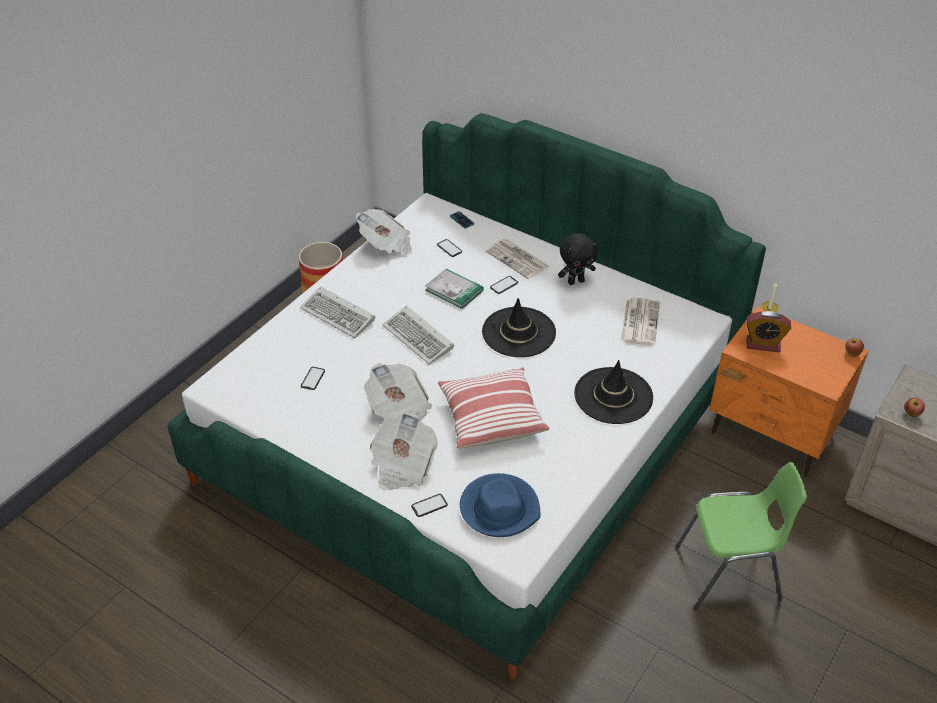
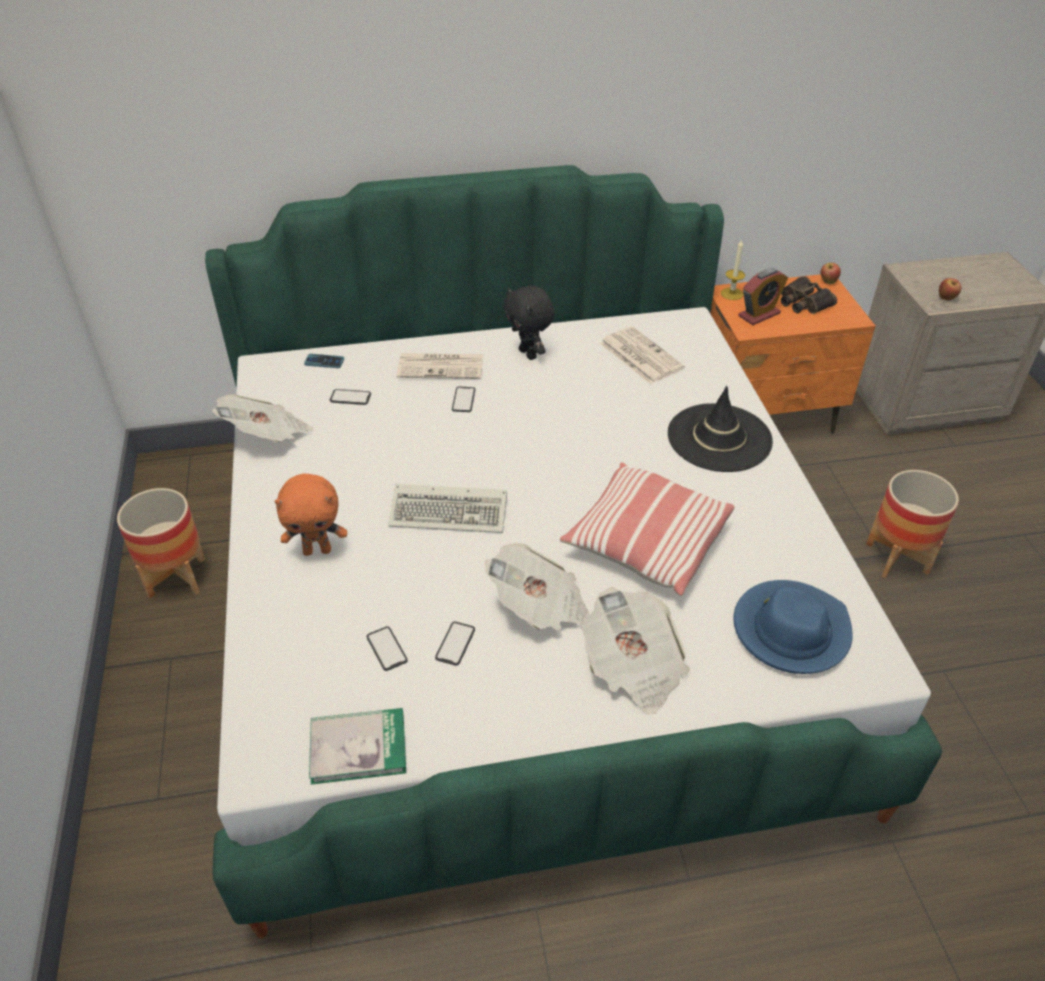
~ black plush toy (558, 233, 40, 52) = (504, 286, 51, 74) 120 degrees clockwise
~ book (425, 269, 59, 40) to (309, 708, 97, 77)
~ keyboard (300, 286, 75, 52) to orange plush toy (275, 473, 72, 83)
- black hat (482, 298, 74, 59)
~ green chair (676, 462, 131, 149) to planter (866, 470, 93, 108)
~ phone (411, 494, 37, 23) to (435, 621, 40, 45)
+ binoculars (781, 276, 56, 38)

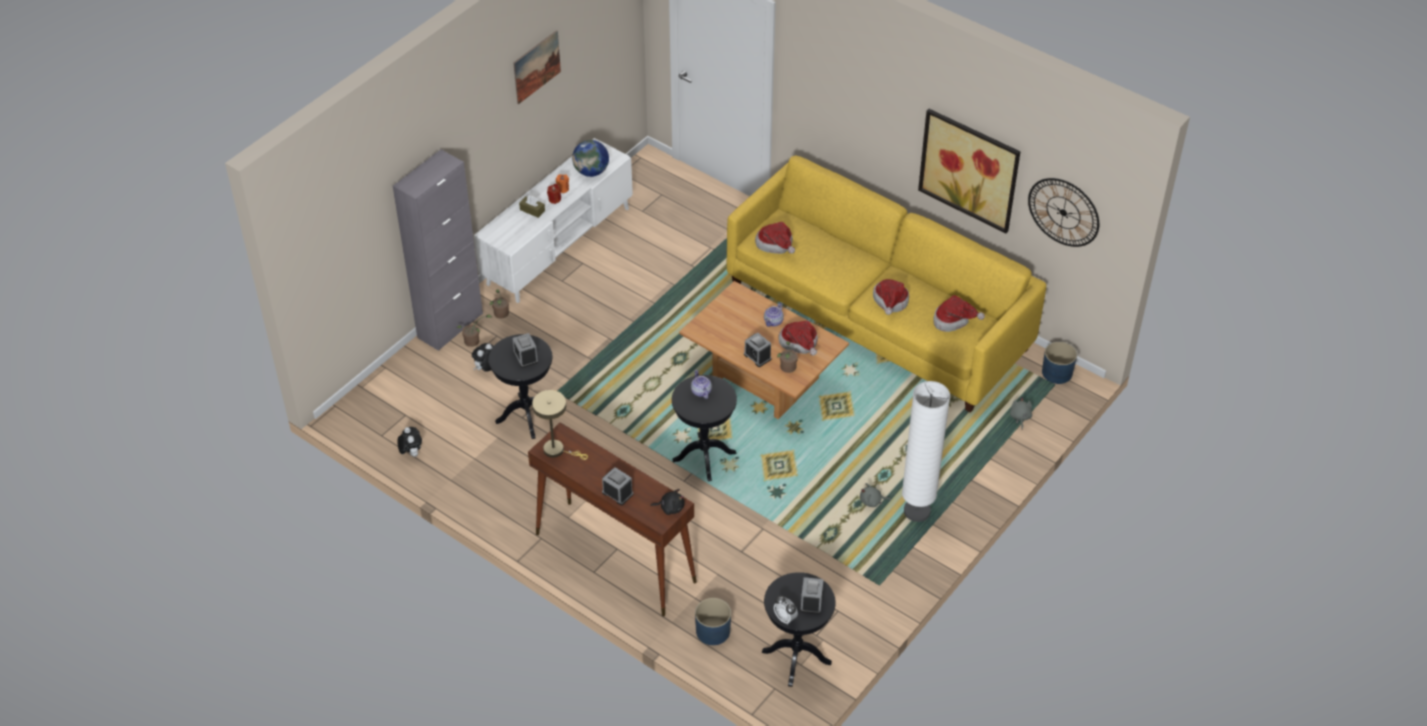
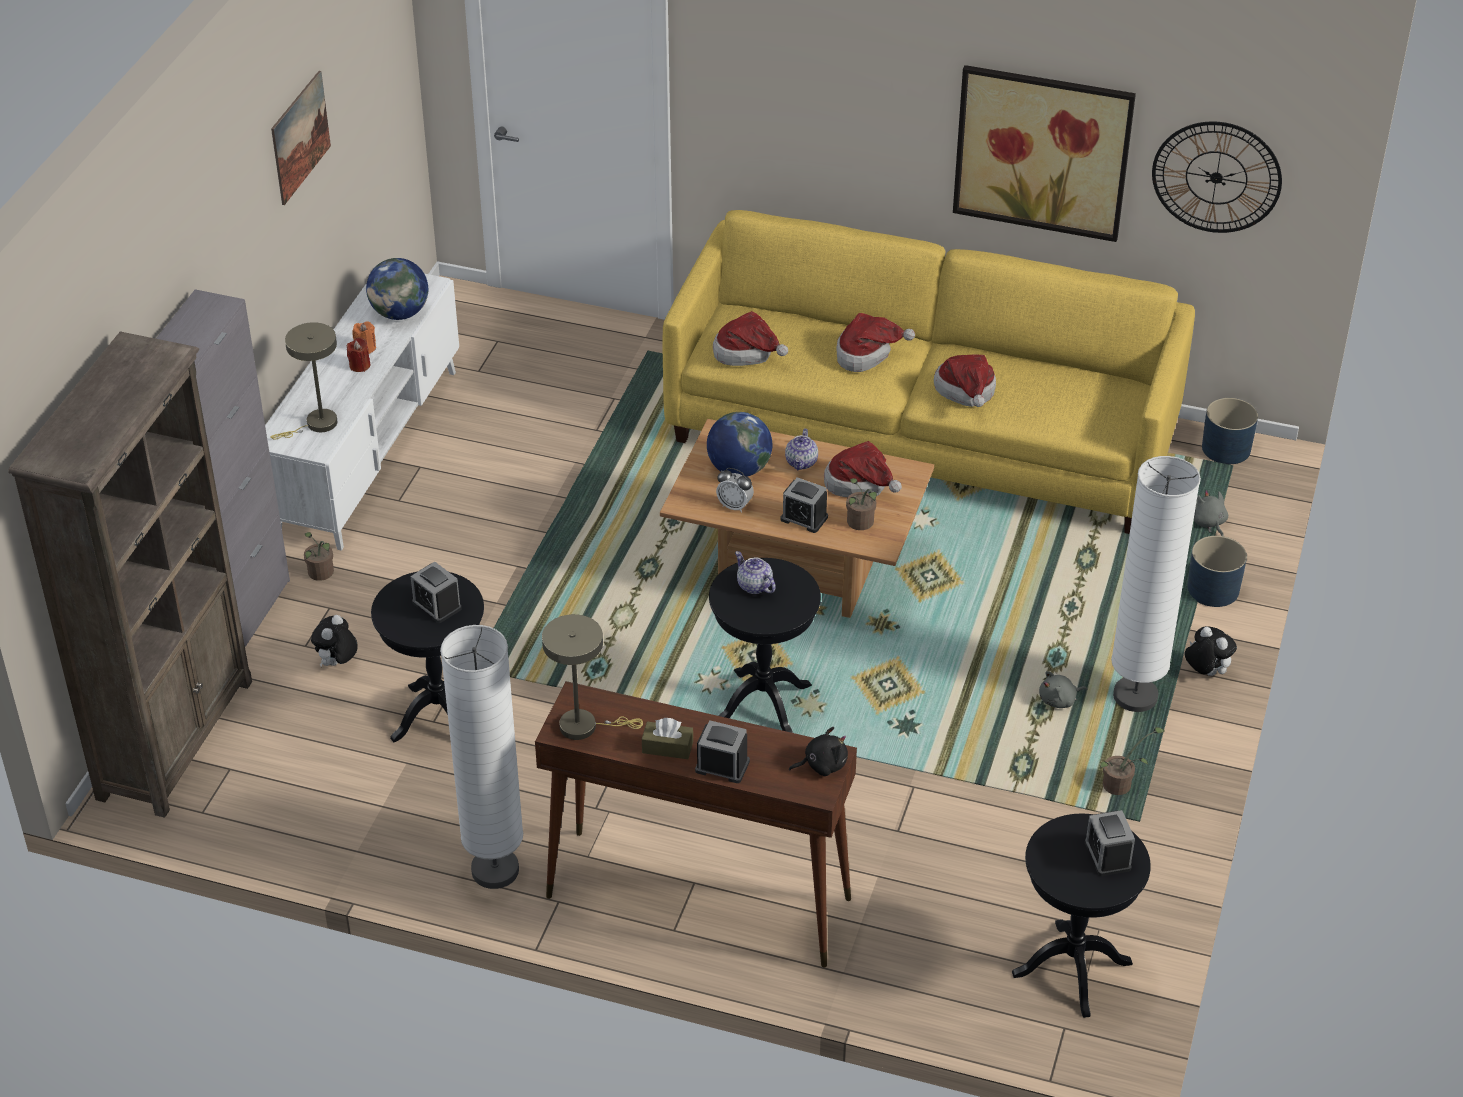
~ brown tissue box (519, 196, 26, 22) to (642, 718, 51, 41)
~ hat (933, 295, 52, 37) to (836, 313, 79, 59)
~ potted plant (457, 314, 36, 33) to (1100, 727, 64, 68)
~ plush toy (397, 427, 25, 30) to (1185, 626, 52, 50)
~ alarm clock (774, 596, 24, 29) to (716, 468, 38, 45)
~ blue planter (695, 598, 36, 47) to (1187, 536, 60, 71)
+ beige table lamp (270, 322, 67, 118)
+ brown bookcase (8, 332, 244, 486)
+ globe (707, 412, 65, 65)
+ white floor lamp (440, 625, 83, 264)

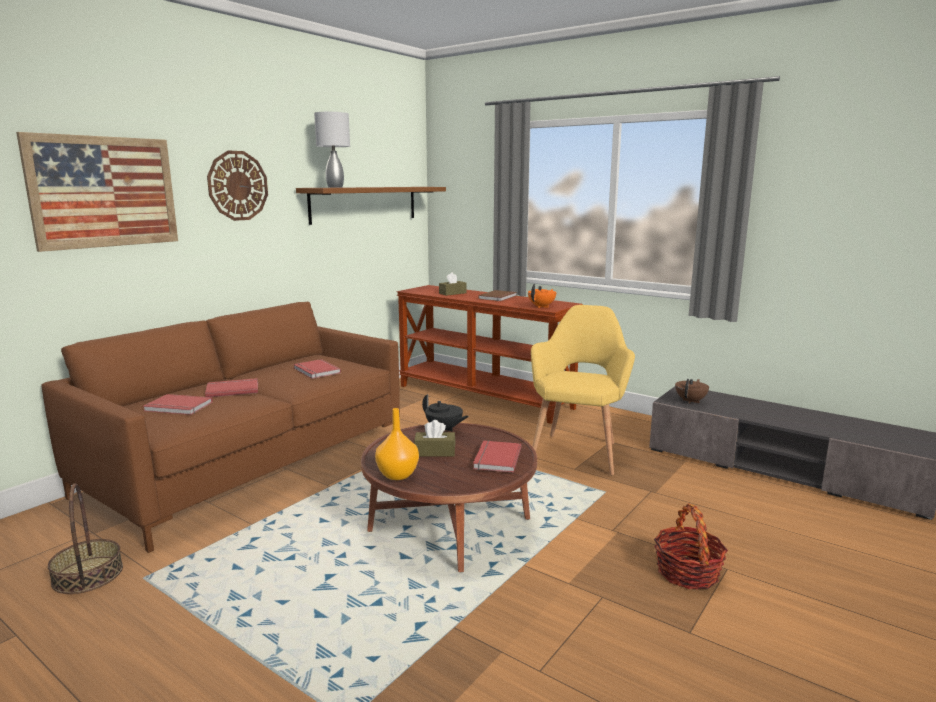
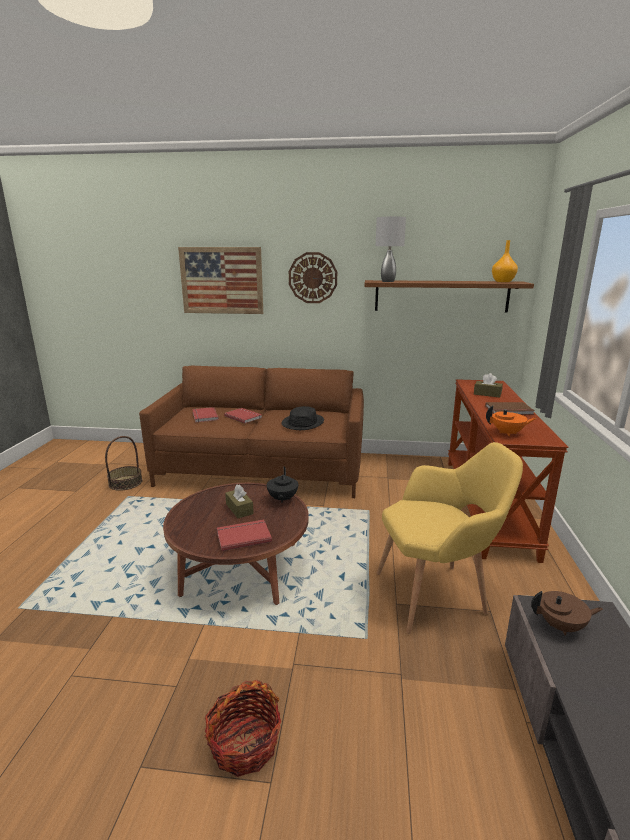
~ red book (293, 359, 48, 20) to black hat (282, 406, 42, 24)
~ orange vase (375, 408, 44, 72) to (492, 240, 26, 42)

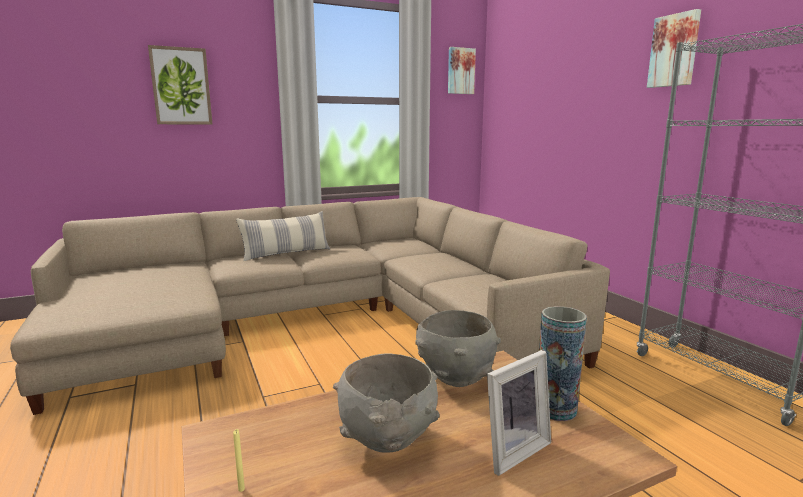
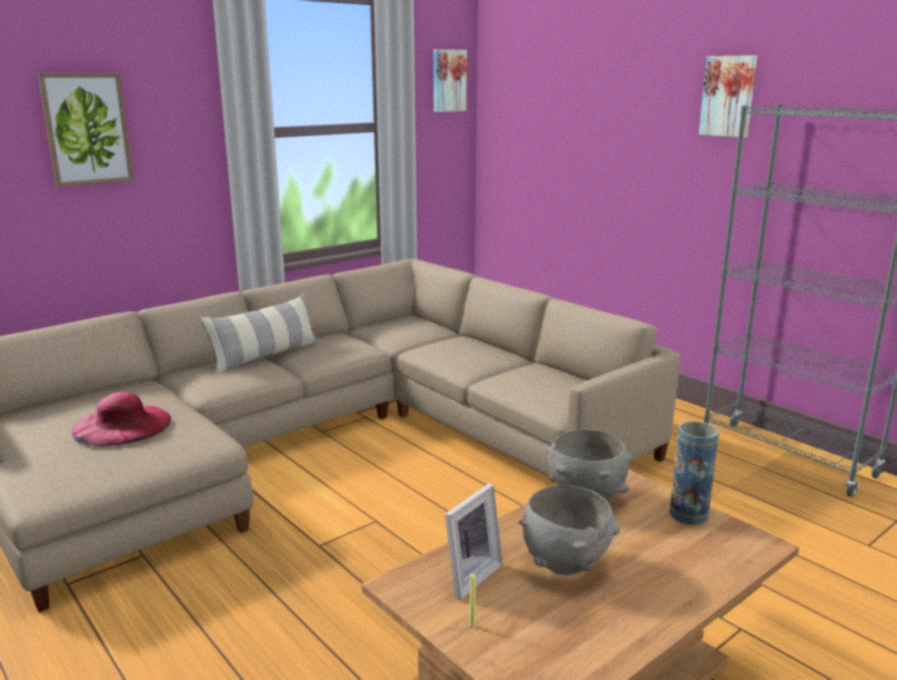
~ picture frame (487, 350, 64, 126) to (445, 483, 58, 117)
+ pink hat (72, 392, 100, 54)

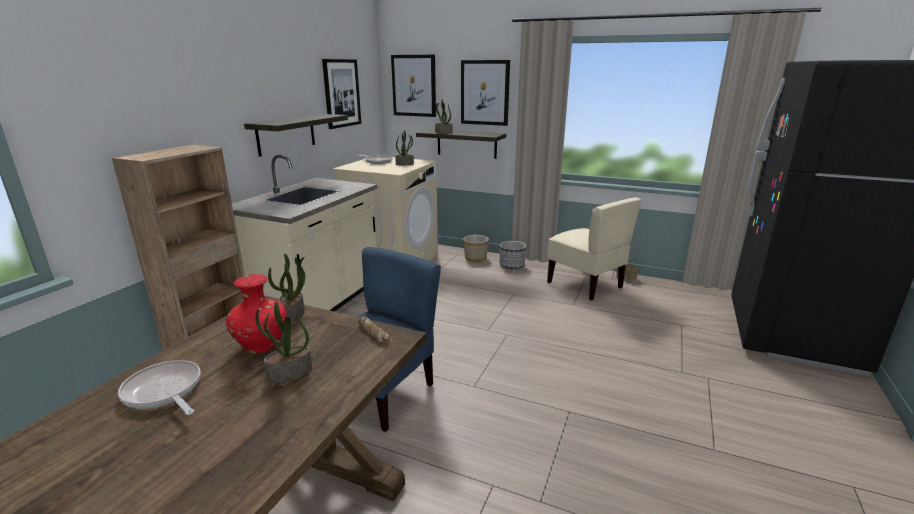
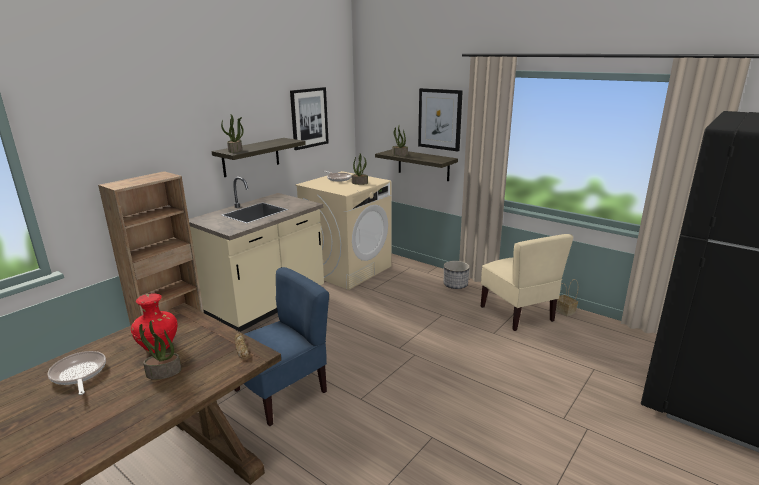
- picture (391, 55, 45, 62)
- planter (463, 235, 26, 27)
~ potted plant (268, 254, 37, 68) to (221, 114, 23, 39)

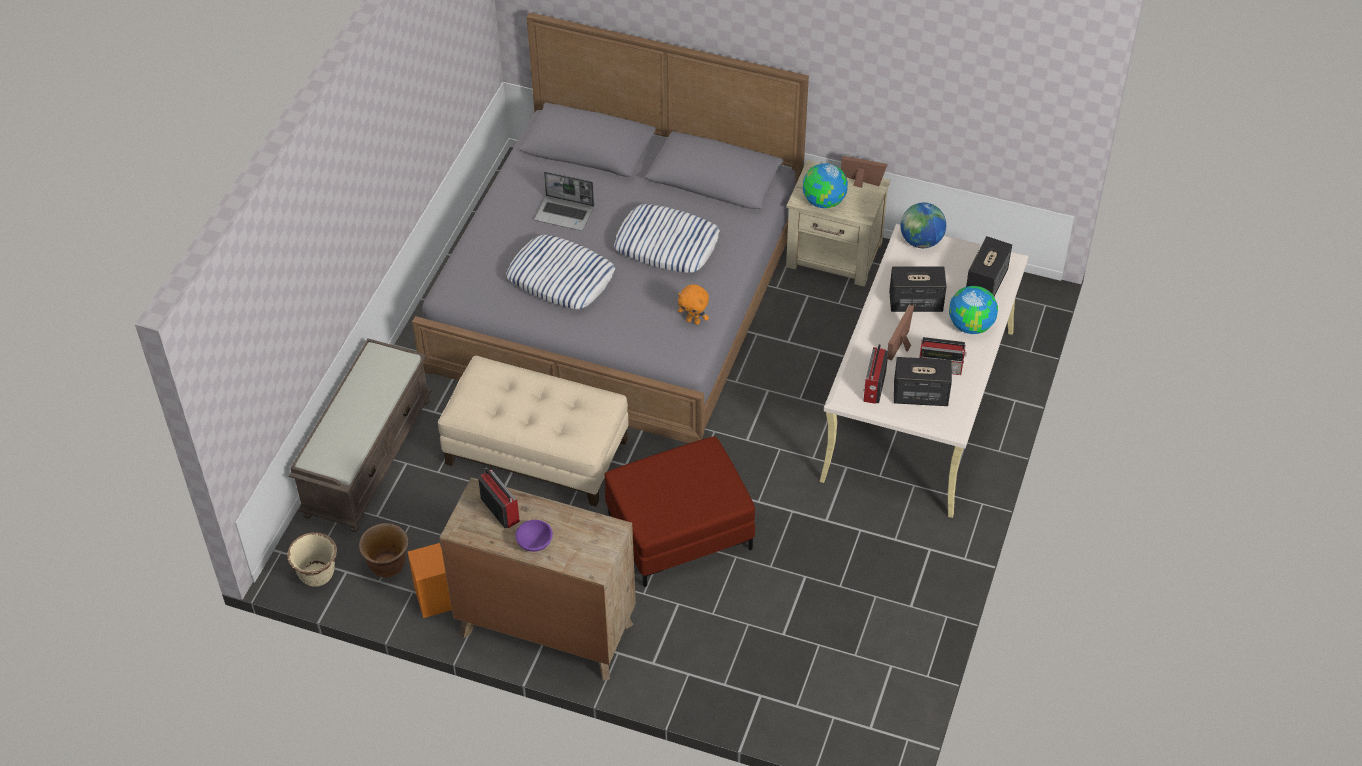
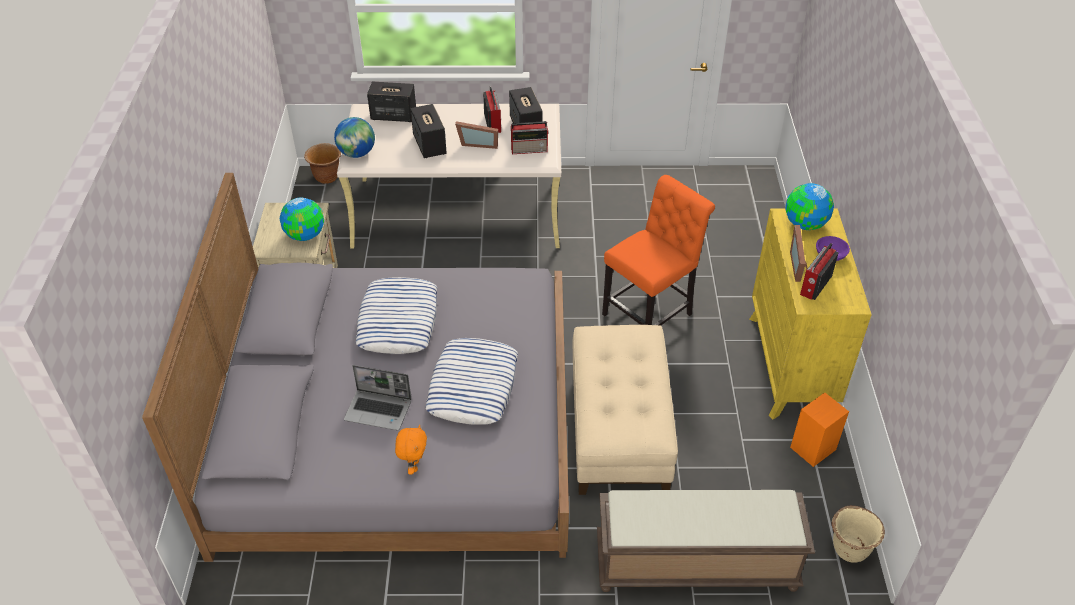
~ picture frame (841, 156, 47, 32) to (790, 225, 18, 57)
~ laptop (534, 171, 60, 60) = (344, 365, 67, 65) 105 degrees clockwise
~ orange plush toy (678, 284, 31, 41) to (395, 425, 32, 50)
~ globe (949, 286, 49, 48) to (785, 183, 49, 47)
~ red ottoman (604, 436, 151, 151) to orange chair (602, 175, 113, 151)
~ brown dresser (440, 477, 196, 204) to yellow dresser (749, 208, 123, 211)
~ brown planter (359, 523, 50, 54) to (304, 143, 37, 41)

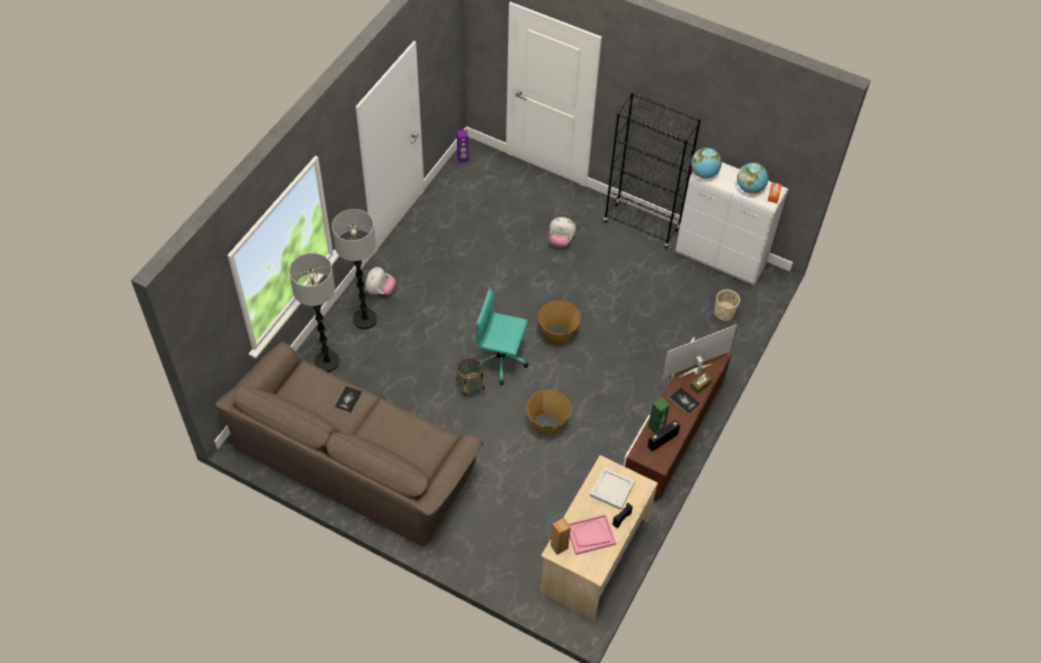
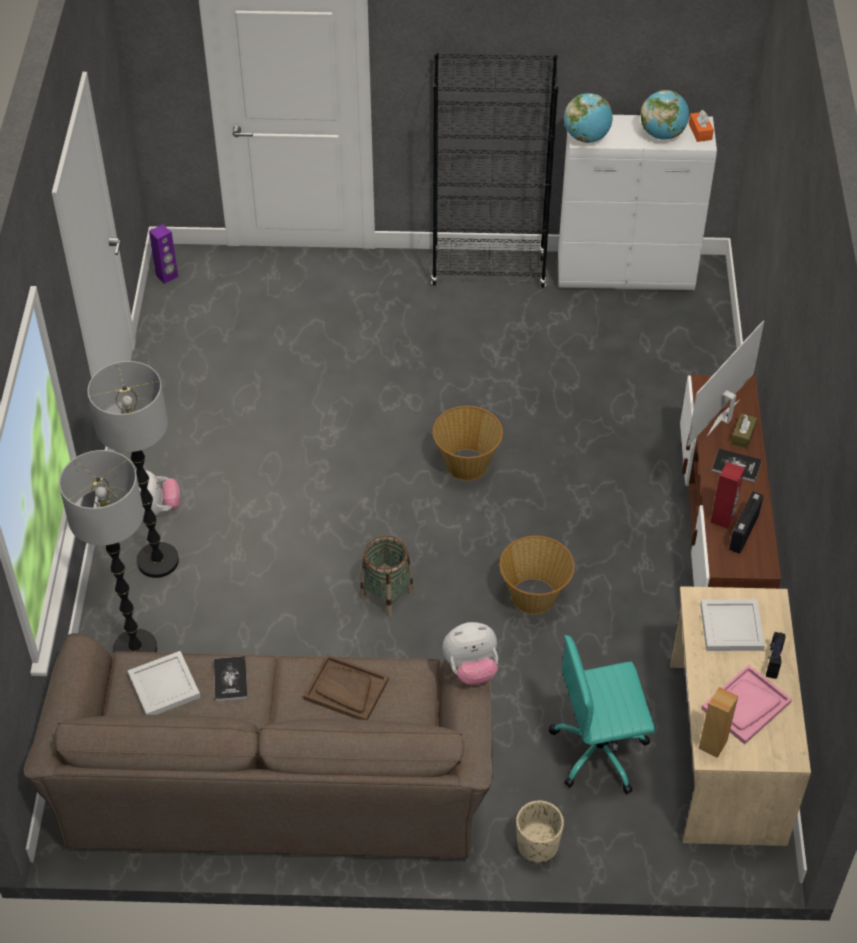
~ plush toy (549, 217, 27, 30) to (442, 622, 56, 63)
~ turquoise office chair (476, 289, 53, 96) to (549, 635, 106, 159)
~ beige planter (714, 289, 26, 32) to (516, 800, 48, 63)
~ green speaker (648, 398, 22, 35) to red speaker (711, 462, 34, 67)
+ white tray (128, 651, 73, 64)
+ brown tray (303, 654, 86, 66)

